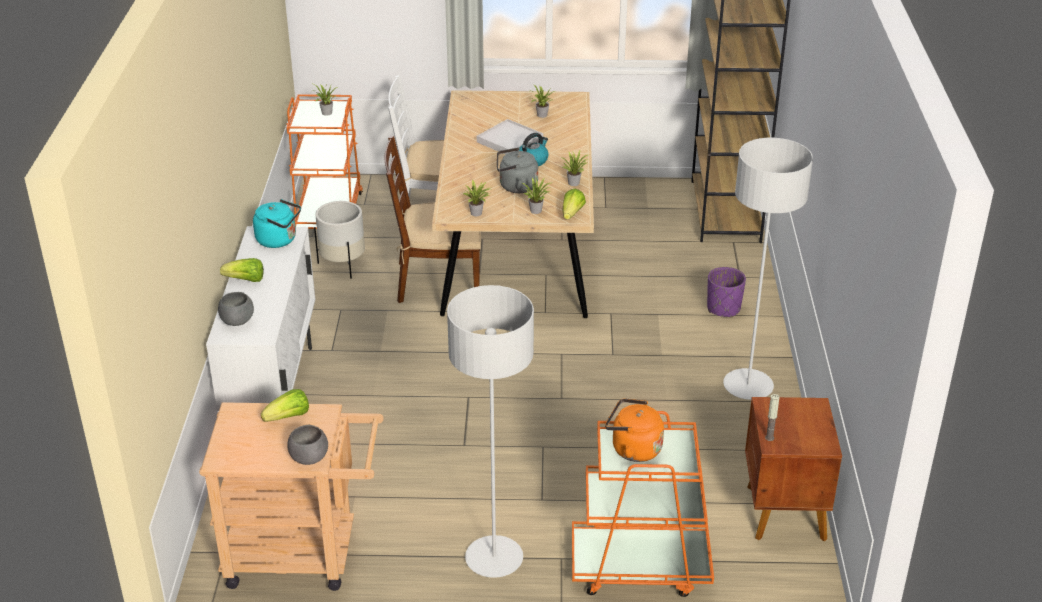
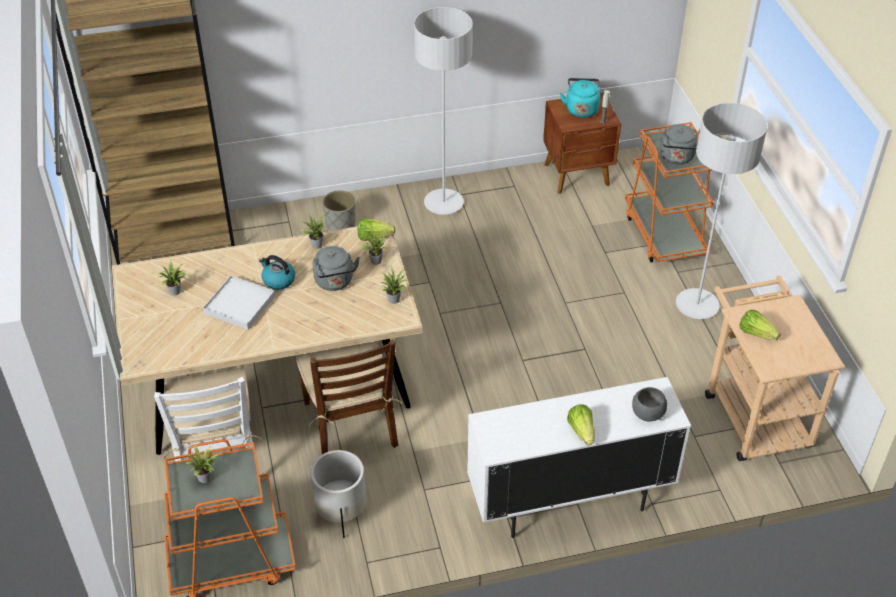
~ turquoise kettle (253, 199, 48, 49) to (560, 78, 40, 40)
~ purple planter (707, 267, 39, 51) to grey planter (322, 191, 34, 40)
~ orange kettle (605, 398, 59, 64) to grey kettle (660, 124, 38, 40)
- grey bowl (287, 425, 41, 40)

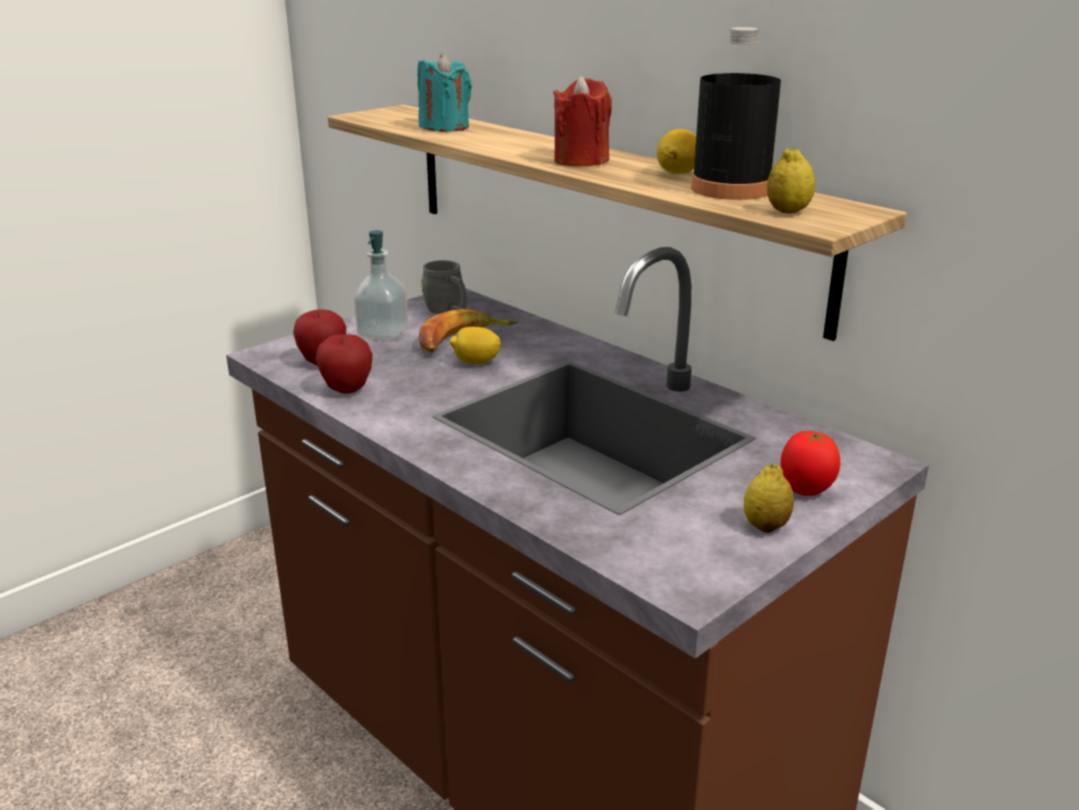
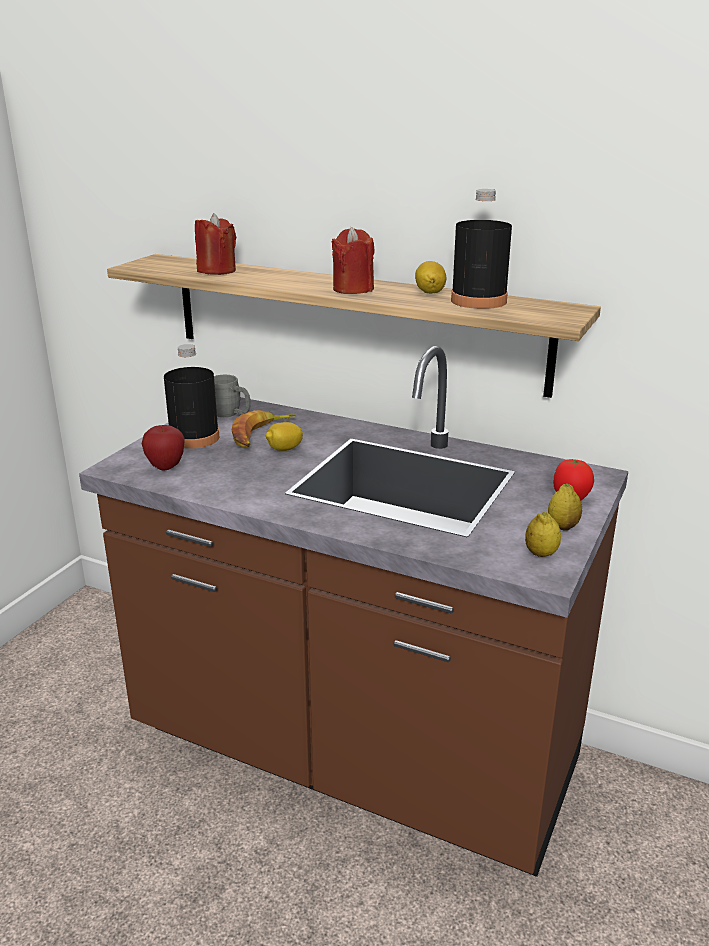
~ turquoise candle (417, 53, 55, 79) to red candle (195, 213, 41, 62)
~ lemon (767, 147, 48, 66) to (525, 512, 36, 45)
~ soap dispenser (354, 230, 55, 110) to black bottle (164, 344, 56, 105)
- apple (315, 334, 58, 60)

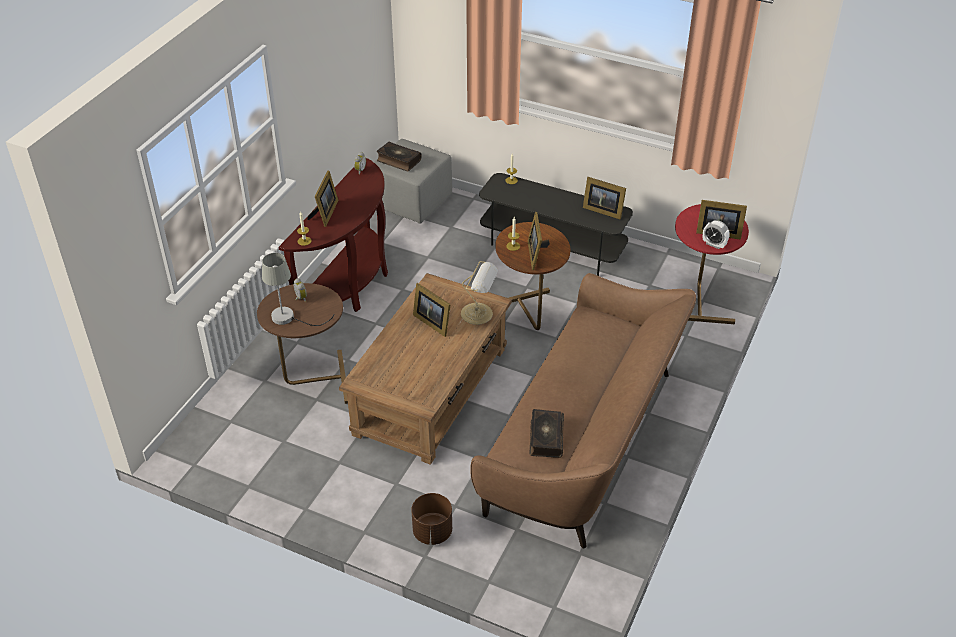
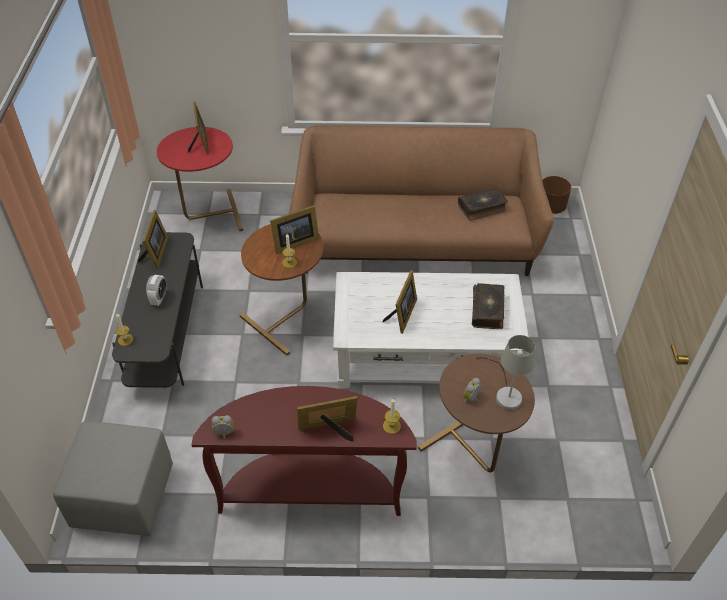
~ book (377, 142, 44, 30) to (472, 283, 32, 46)
~ alarm clock (703, 220, 27, 29) to (146, 275, 21, 31)
- table lamp (461, 261, 37, 64)
~ brown coffee table (339, 273, 173, 192) to white coffee table (333, 272, 196, 117)
~ brown planter (411, 493, 41, 52) to (542, 176, 29, 38)

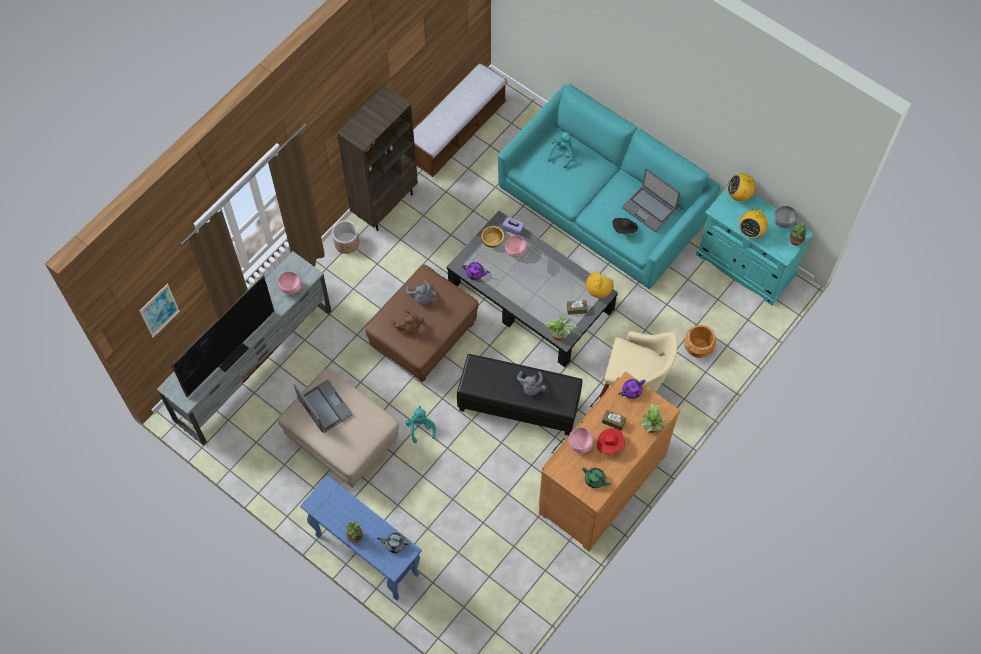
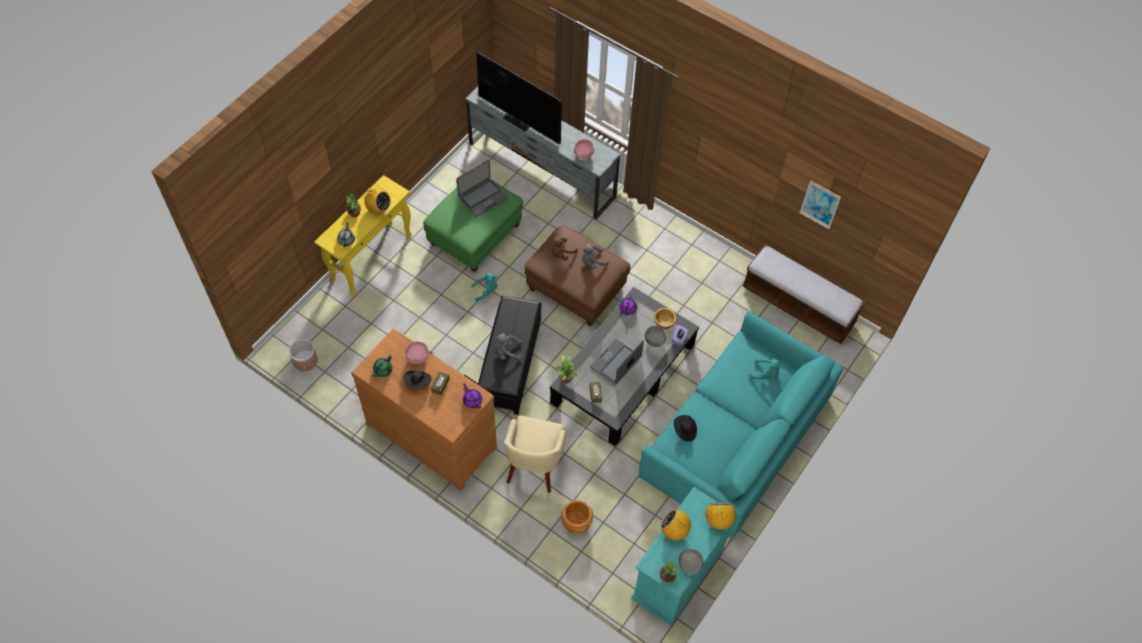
- brown bookcase (337, 86, 81, 145)
~ laptop (622, 168, 58, 64) to (591, 339, 53, 46)
~ planter (332, 221, 27, 33) to (289, 339, 29, 32)
~ pink bowl (505, 235, 22, 22) to grey bowl (645, 326, 21, 21)
~ radio (586, 271, 28, 27) to (361, 188, 30, 26)
~ picture (140, 284, 40, 54) to (800, 180, 41, 49)
~ beige ottoman (278, 368, 121, 120) to green ottoman (423, 179, 100, 93)
- potted plant (641, 402, 29, 31)
~ red hat (597, 428, 28, 26) to black hat (403, 371, 29, 17)
~ blue console table (300, 475, 122, 126) to yellow console table (314, 175, 98, 120)

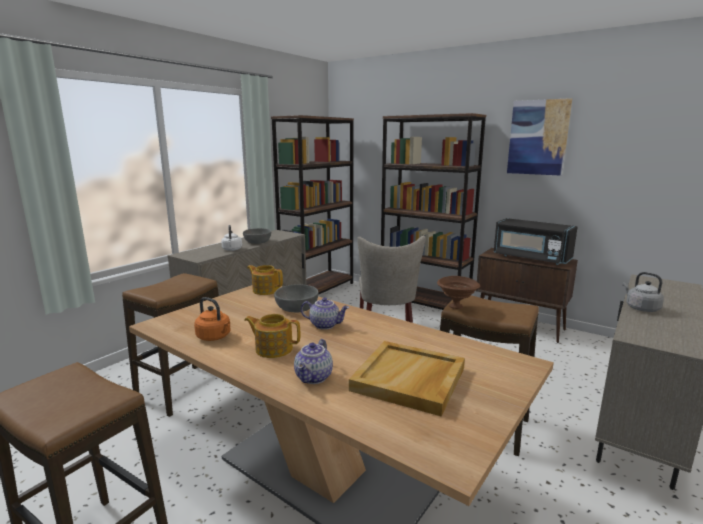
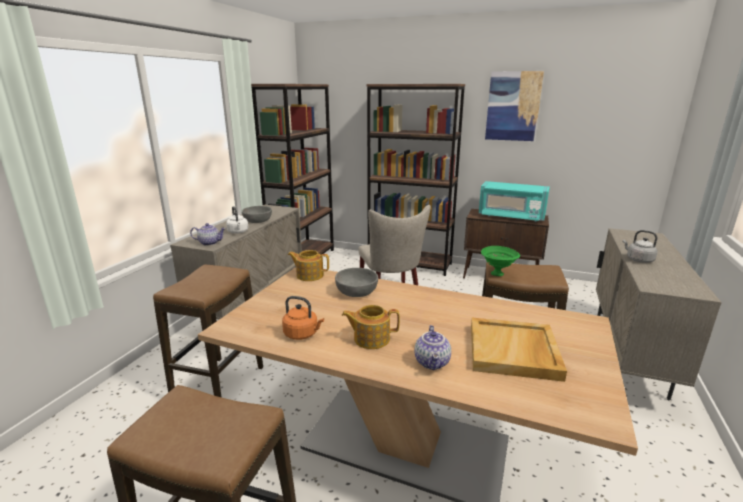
~ black microwave (494, 218, 84, 47) to turquoise microwave (479, 181, 71, 41)
~ brown bowl (437, 276, 43, 33) to green bowl (481, 246, 39, 30)
~ teapot (301, 297, 48, 33) to (190, 223, 36, 23)

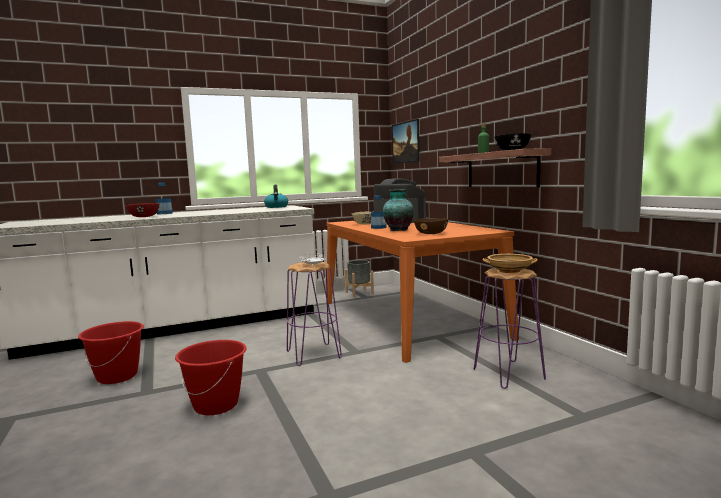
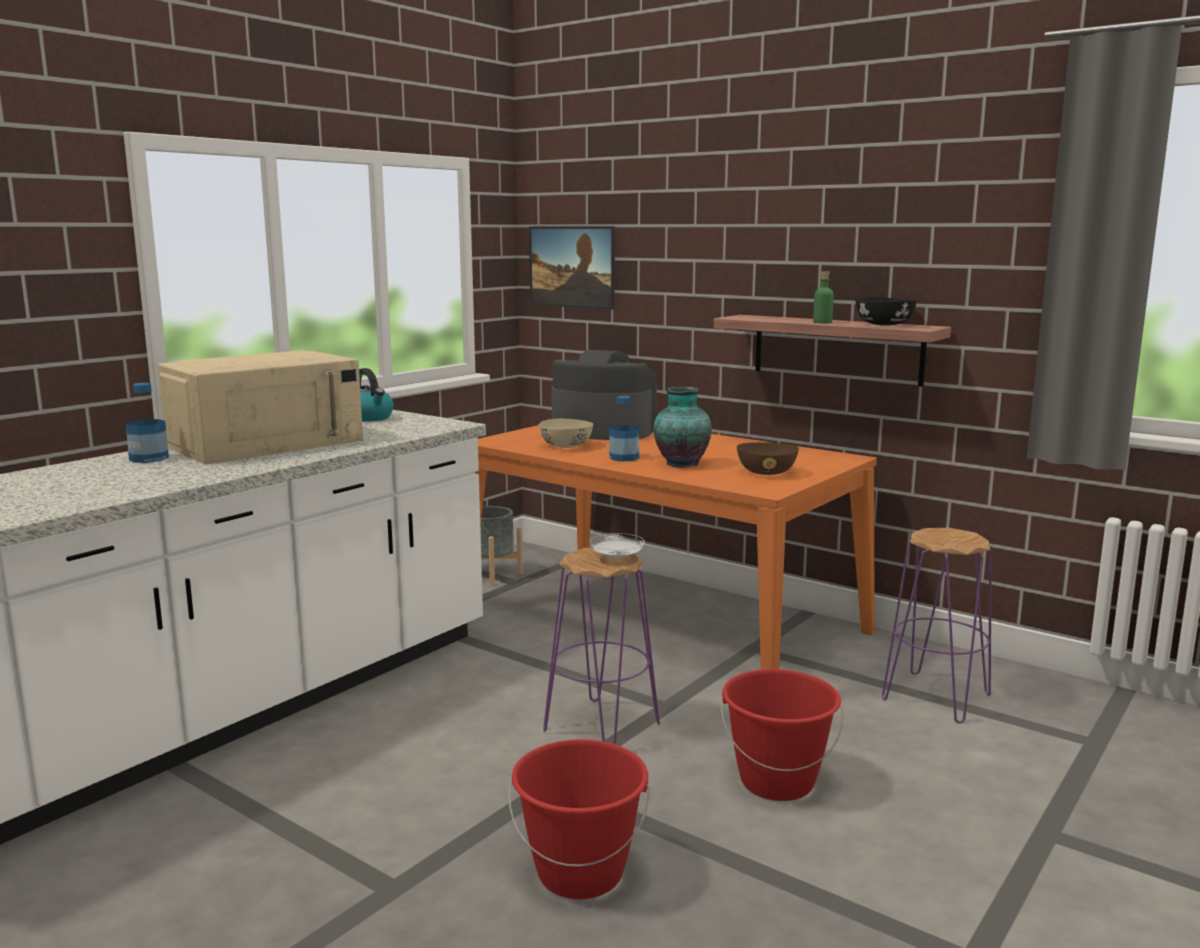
- red bowl (126, 203, 34, 14)
- beige bowl (482, 254, 56, 19)
~ red bucket (78, 321, 66, 63) to (720, 669, 123, 132)
+ beige microwave (158, 350, 205, 115)

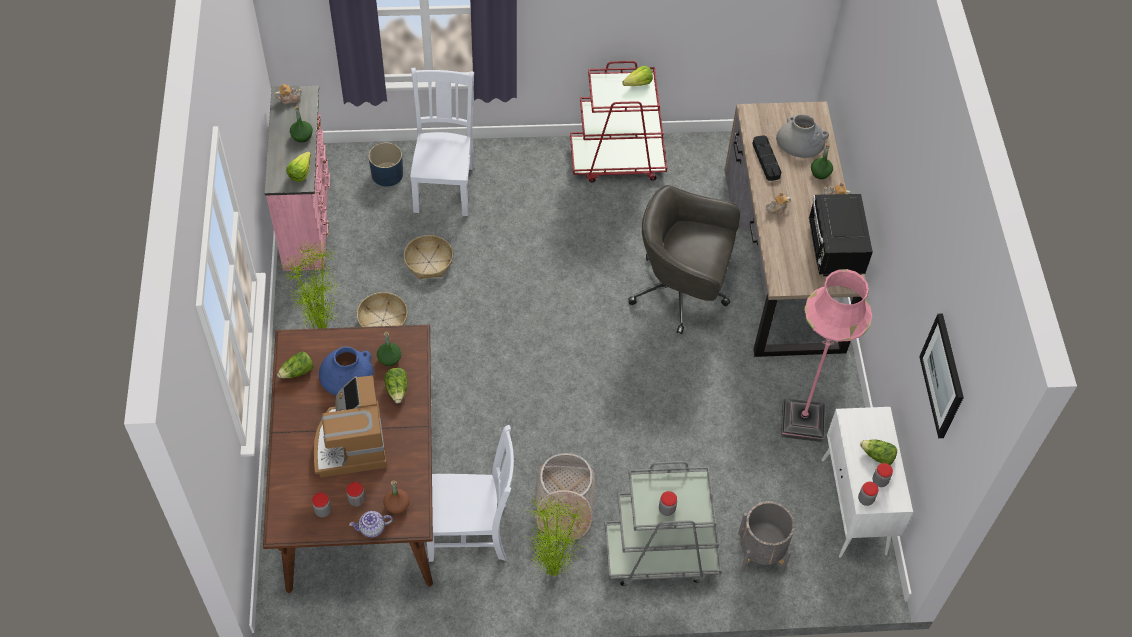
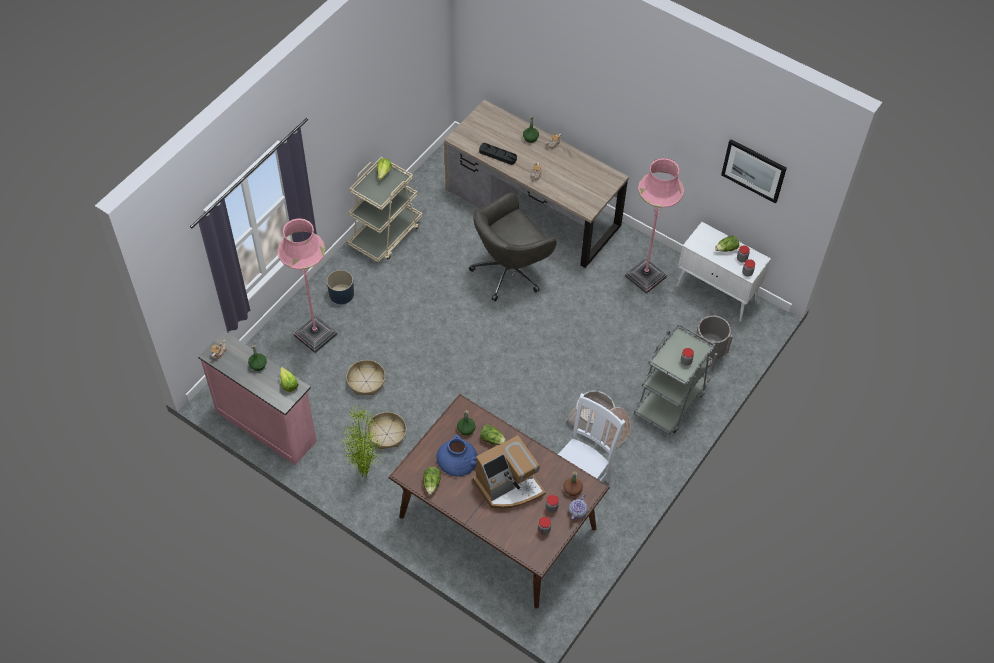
~ red cart (570, 61, 97, 121) to beige cart (347, 157, 76, 106)
~ white chair (410, 68, 64, 148) to pink floor lamp (277, 218, 60, 135)
- grey vase (776, 114, 53, 44)
~ blue planter (368, 142, 35, 45) to (327, 270, 27, 34)
- black microwave (809, 194, 64, 82)
~ coffee machine (314, 375, 73, 103) = (473, 435, 73, 73) 60 degrees counterclockwise
- potted plant (528, 494, 64, 82)

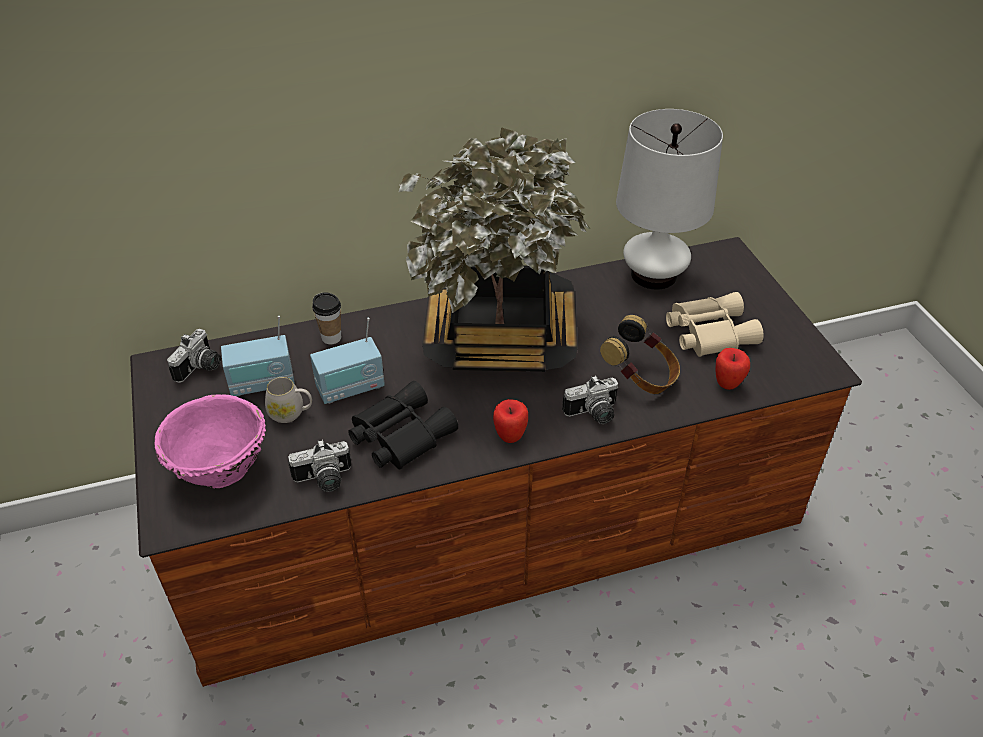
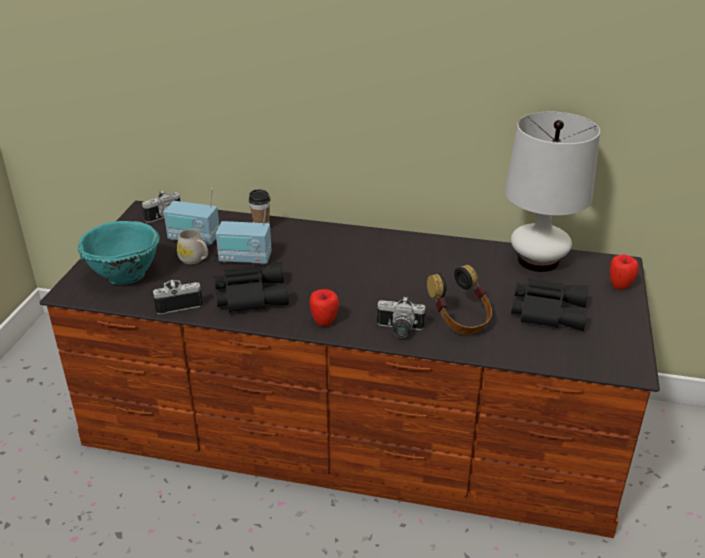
- potted plant (399, 127, 191, 245)
~ beige binoculars (666, 292, 98, 65) to black binoculars (511, 278, 78, 53)
~ apple (716, 348, 34, 42) to (610, 254, 29, 36)
~ pink bowl (154, 394, 112, 94) to turquoise bowl (78, 221, 82, 64)
~ photo camera (288, 440, 63, 52) = (153, 280, 50, 34) 150 degrees clockwise

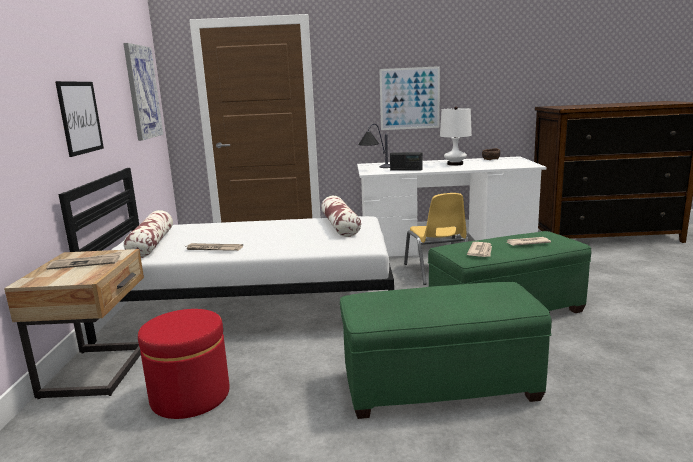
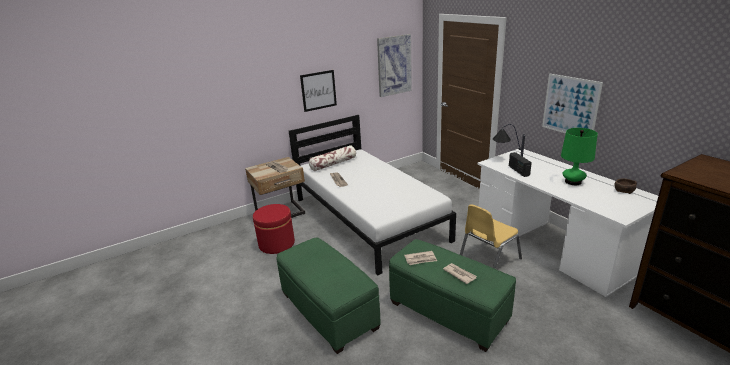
~ white table lamp (440, 106, 32, 60) to green table lamp (561, 128, 37, 57)
- pillow (321, 196, 40, 41)

